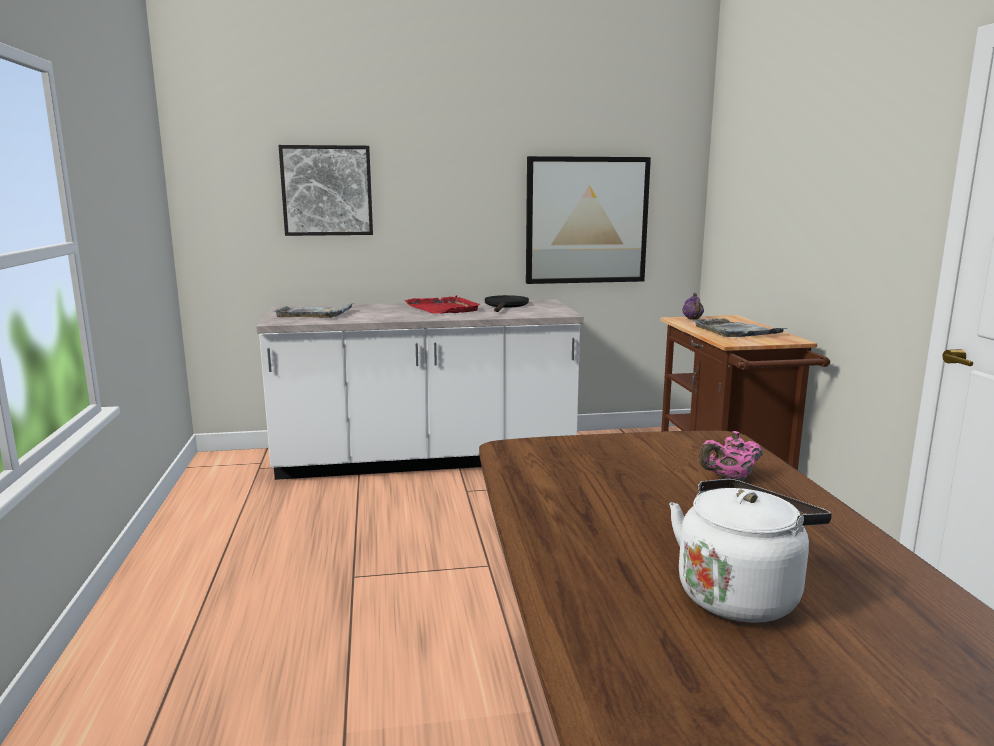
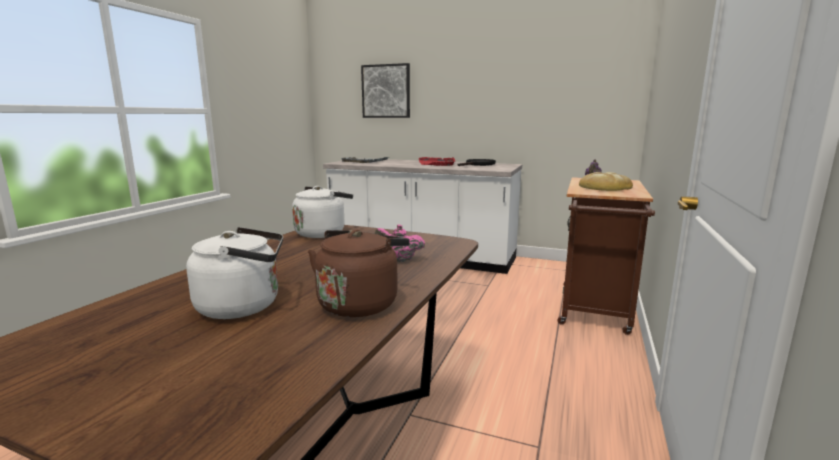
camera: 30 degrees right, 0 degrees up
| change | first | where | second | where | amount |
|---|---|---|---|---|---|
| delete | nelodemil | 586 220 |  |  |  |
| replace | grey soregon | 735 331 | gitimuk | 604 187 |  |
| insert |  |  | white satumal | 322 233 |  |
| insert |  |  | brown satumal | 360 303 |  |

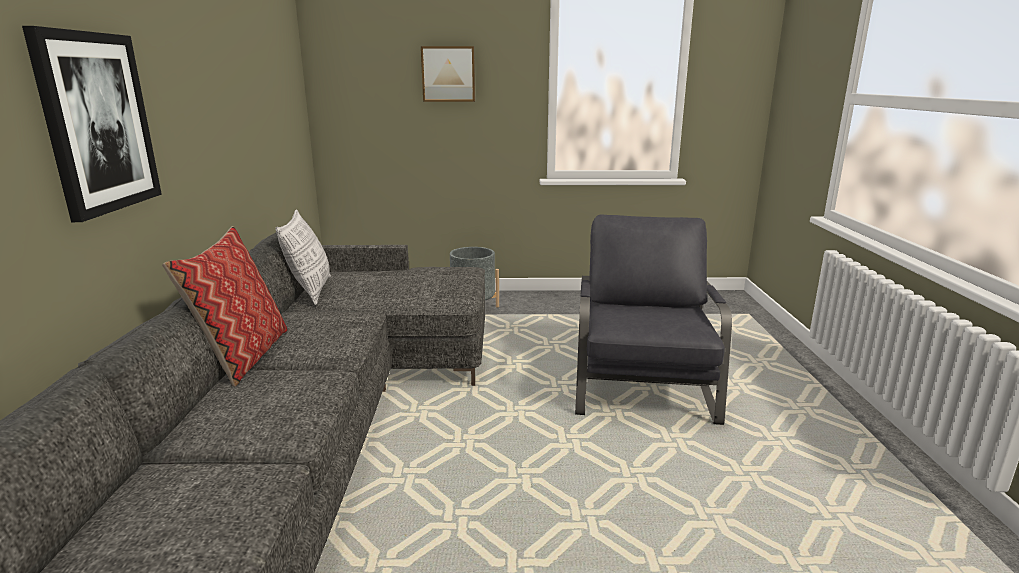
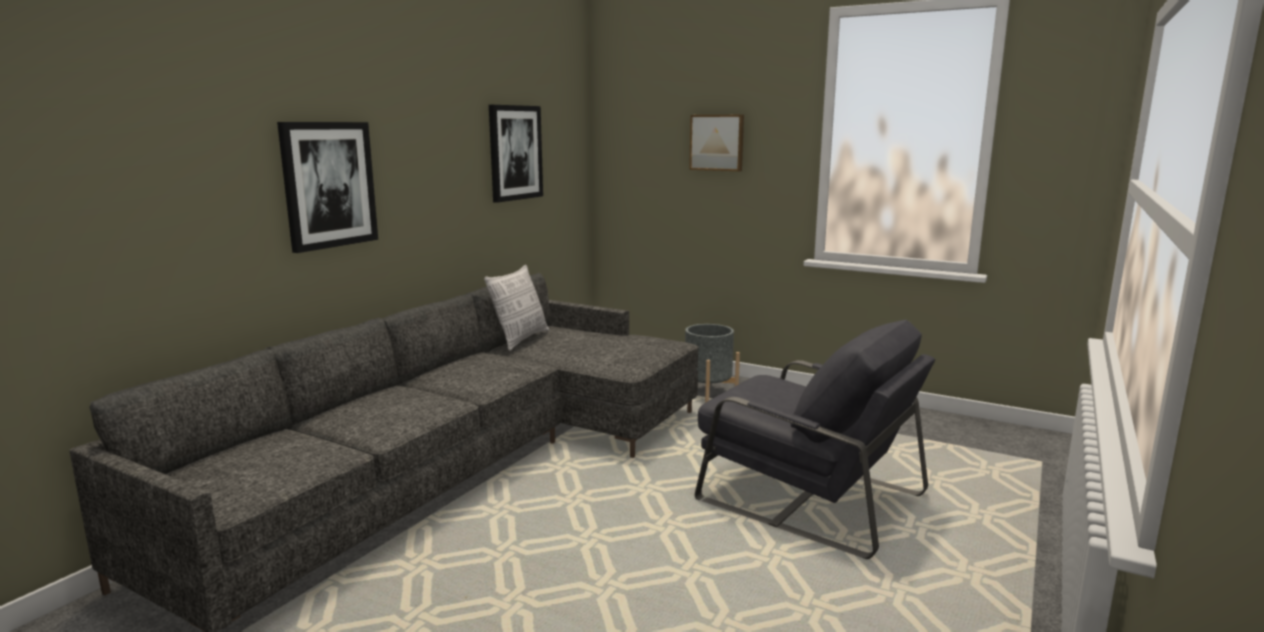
camera: 30 degrees right, 5 degrees down
| change | first | where | second | where | amount |
|---|---|---|---|---|---|
| rotate | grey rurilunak | 642 381 |  | 807 497 | 90 degrees clockwise |
| delete | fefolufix | 243 356 |  |  |  |
| insert |  |  | nelodemil | 515 153 |  |

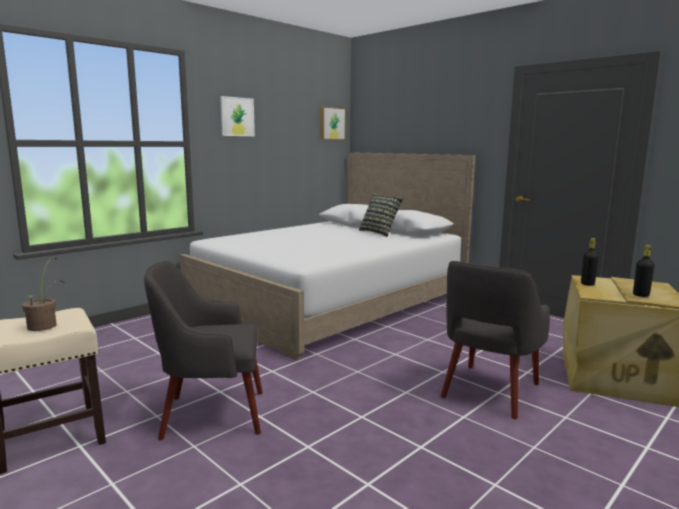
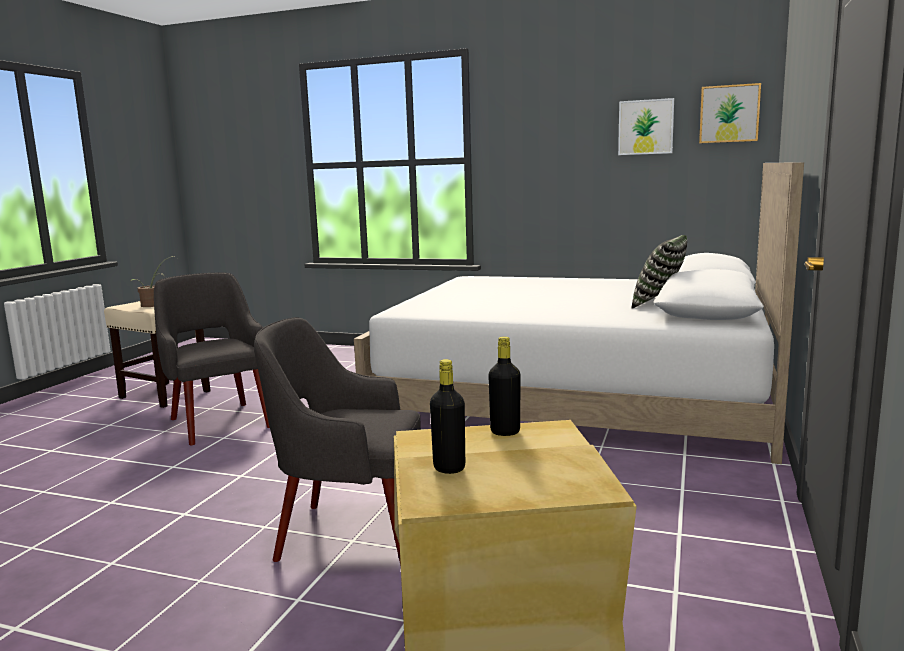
camera: 65 degrees right, 0 degrees up
| change | first | where | second | where | amount |
|---|---|---|---|---|---|
| move | nelodemil | 237 117 |  | 645 127 |  |

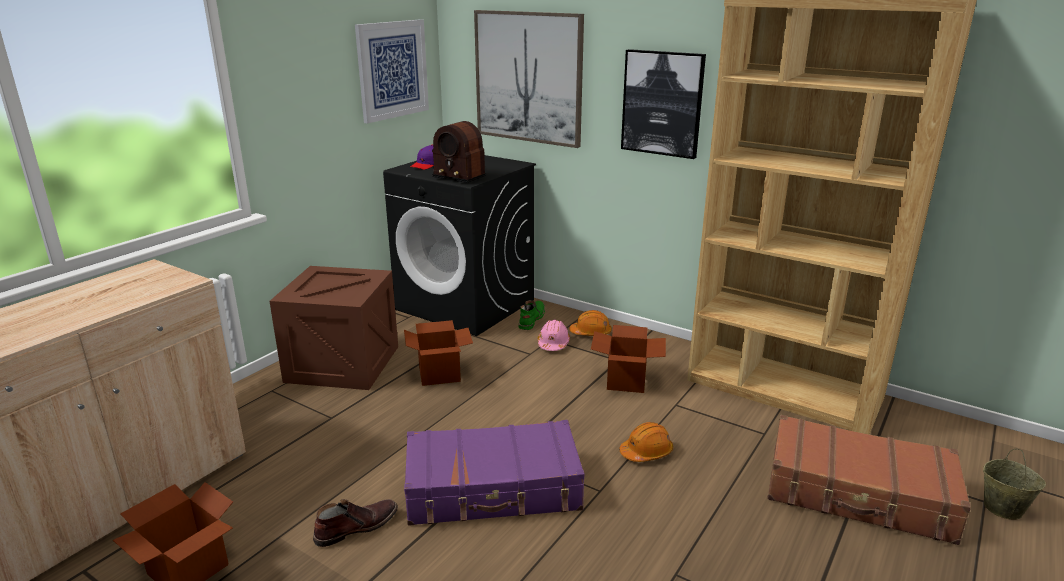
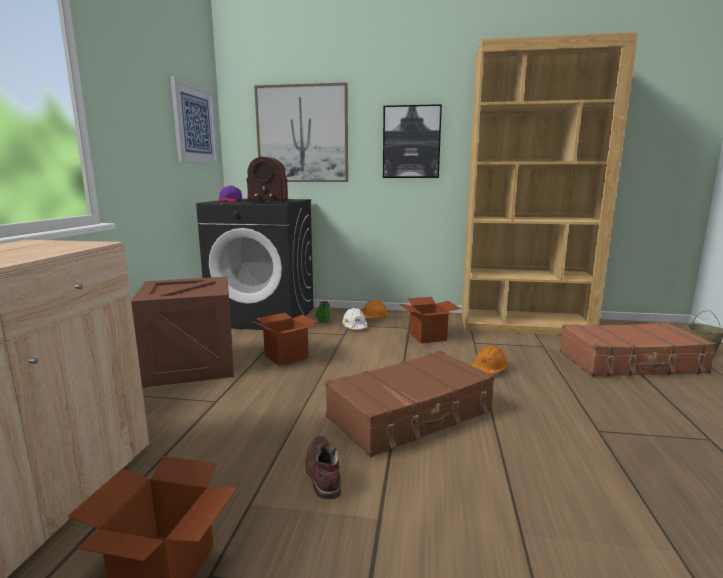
camera: 25 degrees left, 10 degrees down
| change | first | where | second | where | amount |
|---|---|---|---|---|---|
| recolor | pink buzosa | 553 344 | white buzosa | 354 327 |  |
| recolor | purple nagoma | 493 489 | brown nagoma | 411 415 |  |
| rotate | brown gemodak | 356 527 |  | 322 472 | 45 degrees counterclockwise |

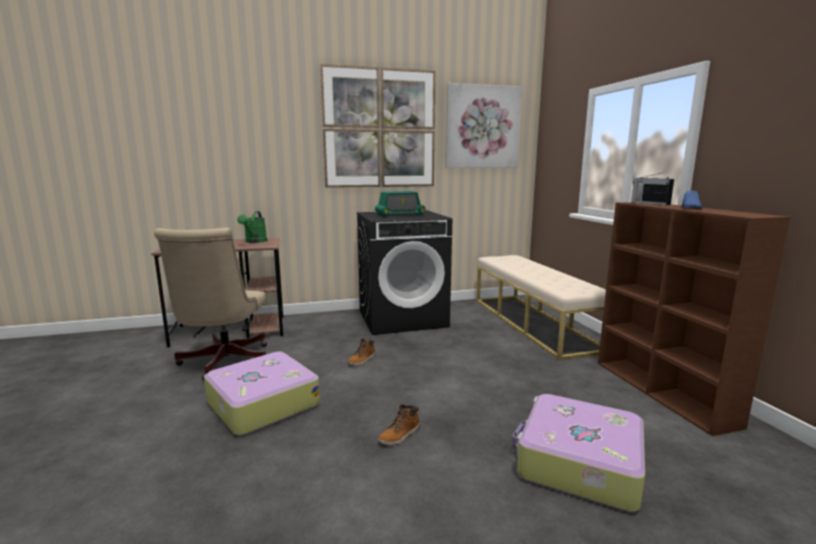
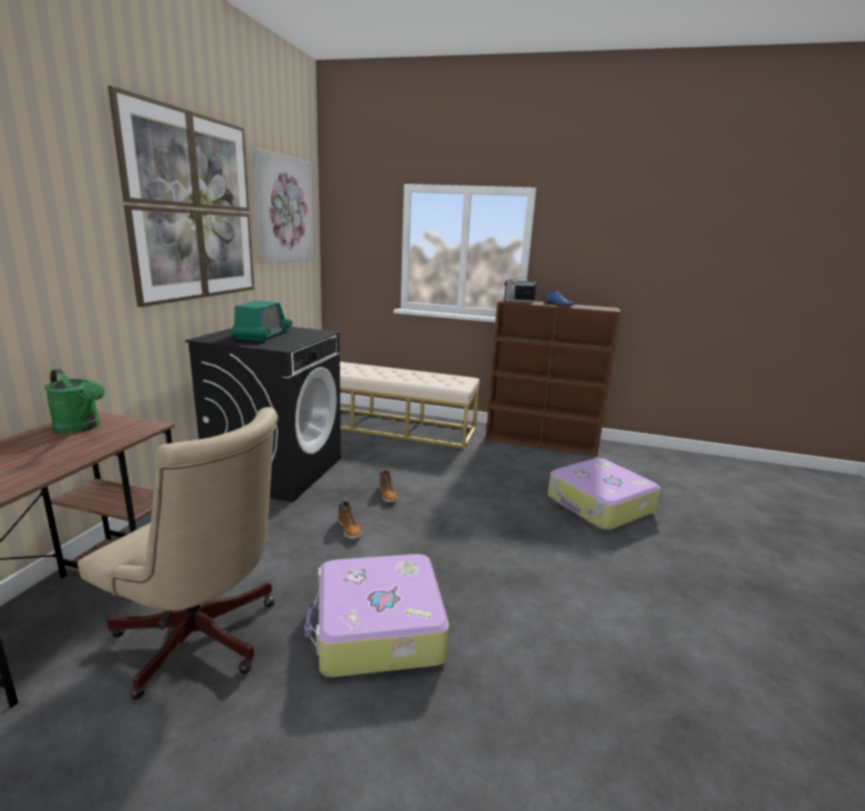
camera: 60 degrees left, 5 degrees up
| change | first | where | second | where | amount |
|---|---|---|---|---|---|
| move | gemodak | 400 435 |  | 388 495 |  |

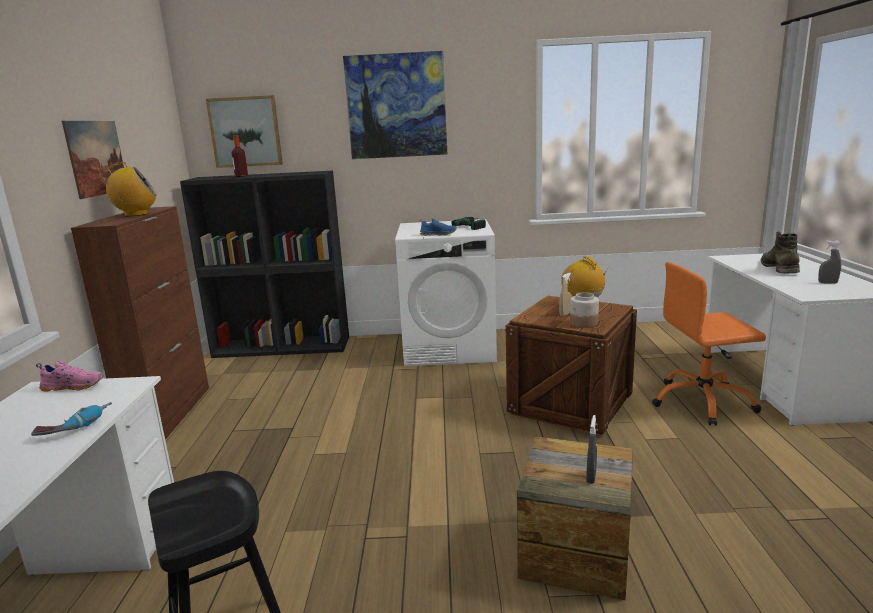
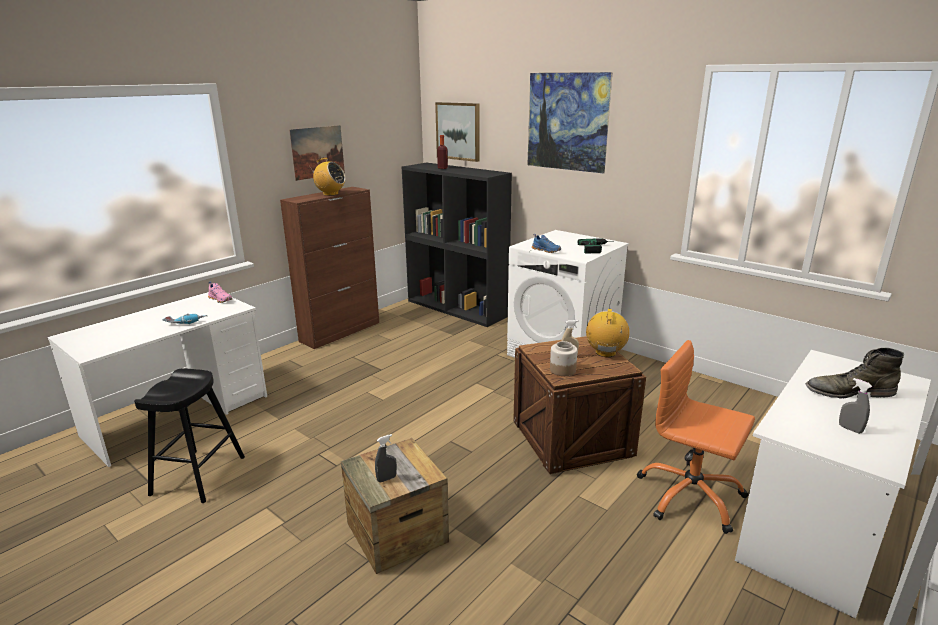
camera: 40 degrees right, 5 degrees up
| change | first | where | second | where | amount |
|---|---|---|---|---|---|
| rotate | green gemodak | 779 268 |  | 848 392 | 135 degrees counterclockwise |

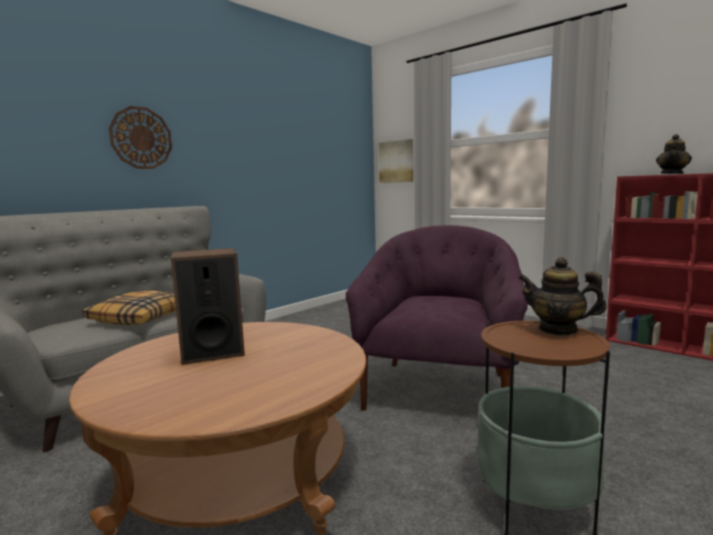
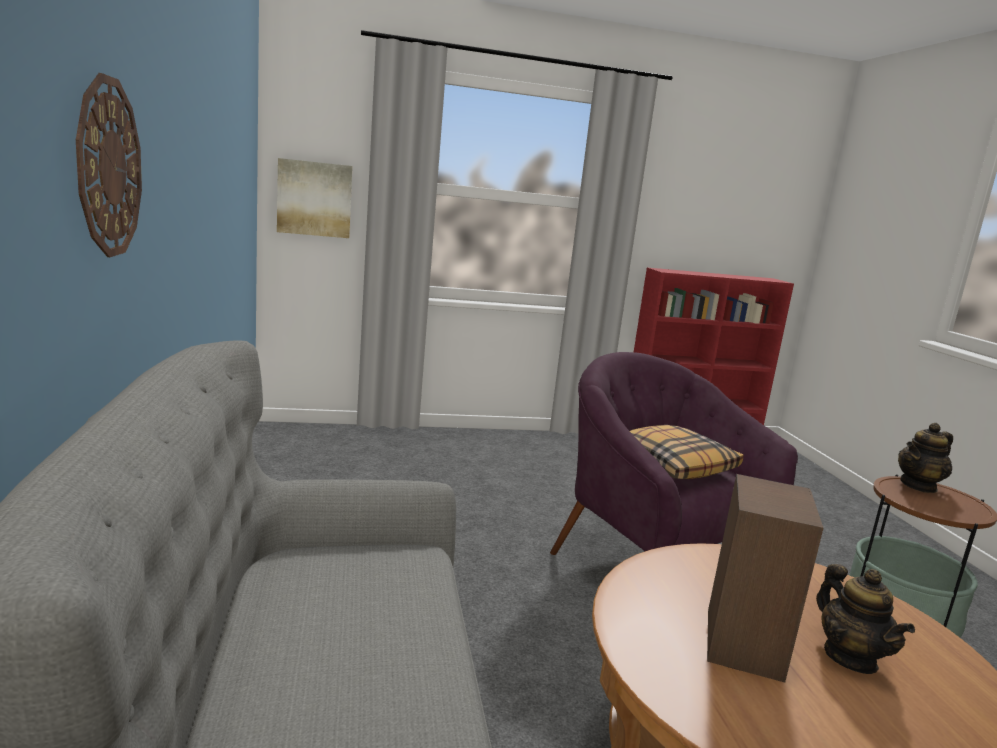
camera: 55 degrees left, 5 degrees up
| change | first | where | second | where | amount |
|---|---|---|---|---|---|
| move | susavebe | 672 174 |  | 850 657 |  |
| move | fefolufix | 140 318 |  | 673 464 |  |

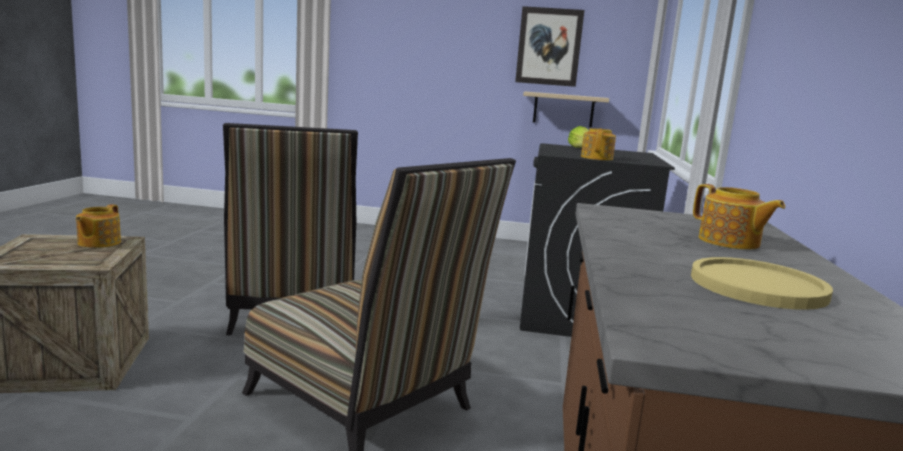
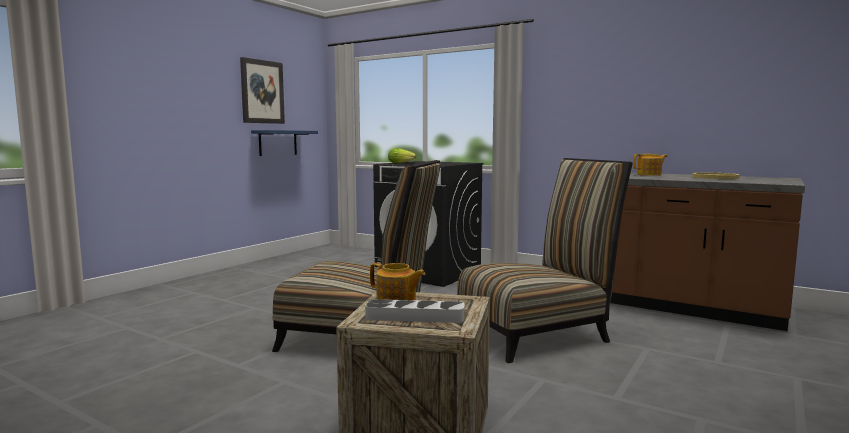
camera: 65 degrees left, 5 degrees down
| change | first | where | second | where | amount |
|---|---|---|---|---|---|
| recolor | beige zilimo | 563 109 | blue zilimo | 278 142 |  |
| delete | susavebe | 597 158 |  |  |  |
| insert |  |  | grey soregon | 415 317 |  |

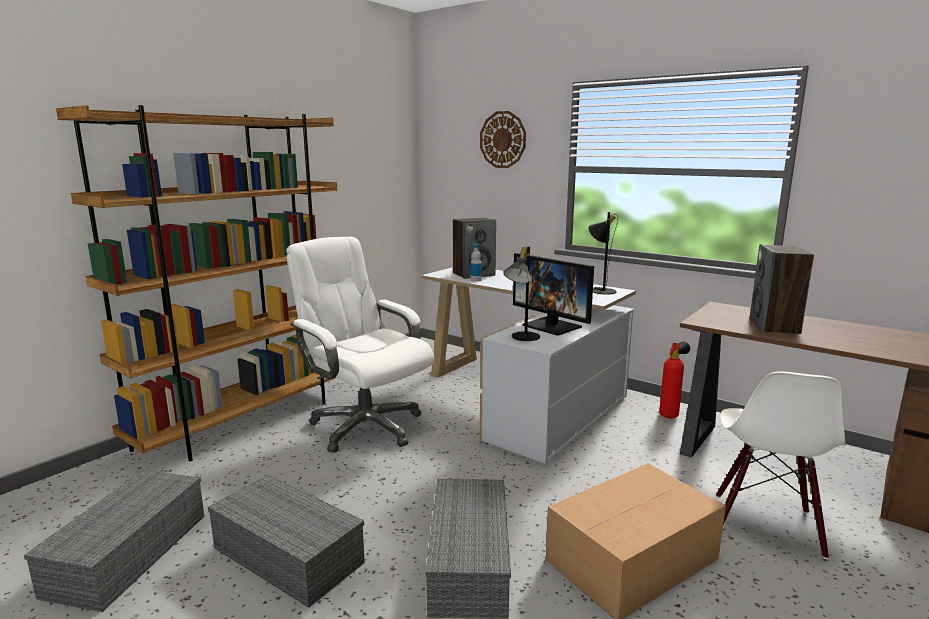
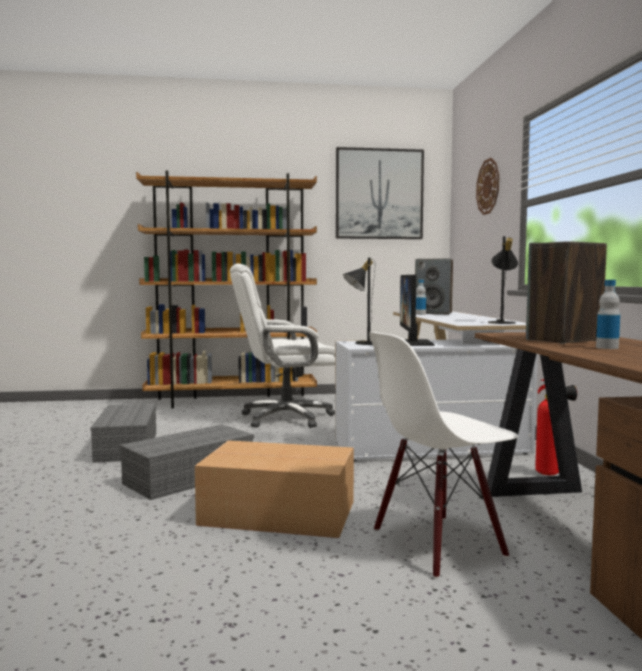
camera: 45 degrees right, 10 degrees down
| change | first | where | second | where | amount |
|---|---|---|---|---|---|
| rotate | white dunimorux | 365 426 |  | 285 418 | 105 degrees counterclockwise |
| delete | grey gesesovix | 129 552 |  |  |  |
| insert |  |  | nelodemil | 379 194 |  |
| insert |  |  | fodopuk | 607 347 |  |

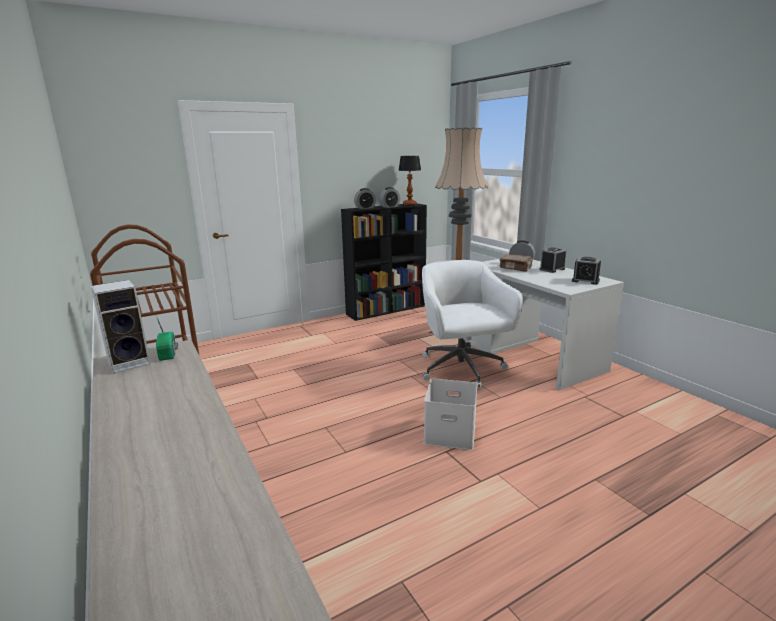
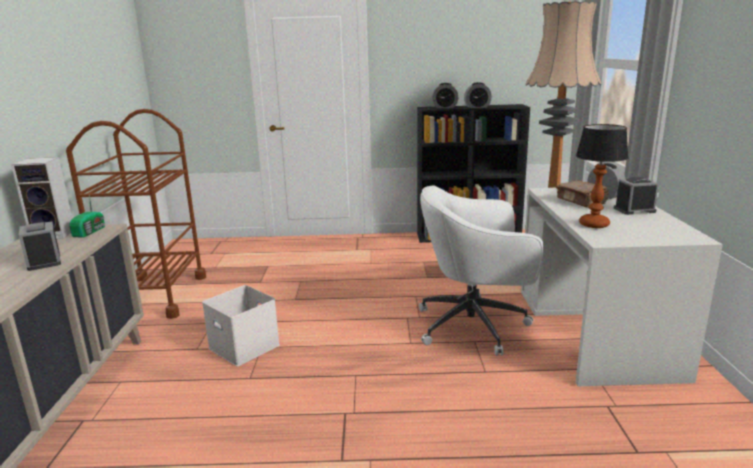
camera: 30 degrees right, 0 degrees up
| change | first | where | second | where | amount |
|---|---|---|---|---|---|
| move | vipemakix | 409 204 |  | 593 224 |  |
| move | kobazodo | 585 281 |  | 44 261 |  |
| rotate | white dunimorux | 461 370 |  | 475 325 | 105 degrees counterclockwise |
| move | white gesesovix | 451 433 |  | 245 346 |  |

